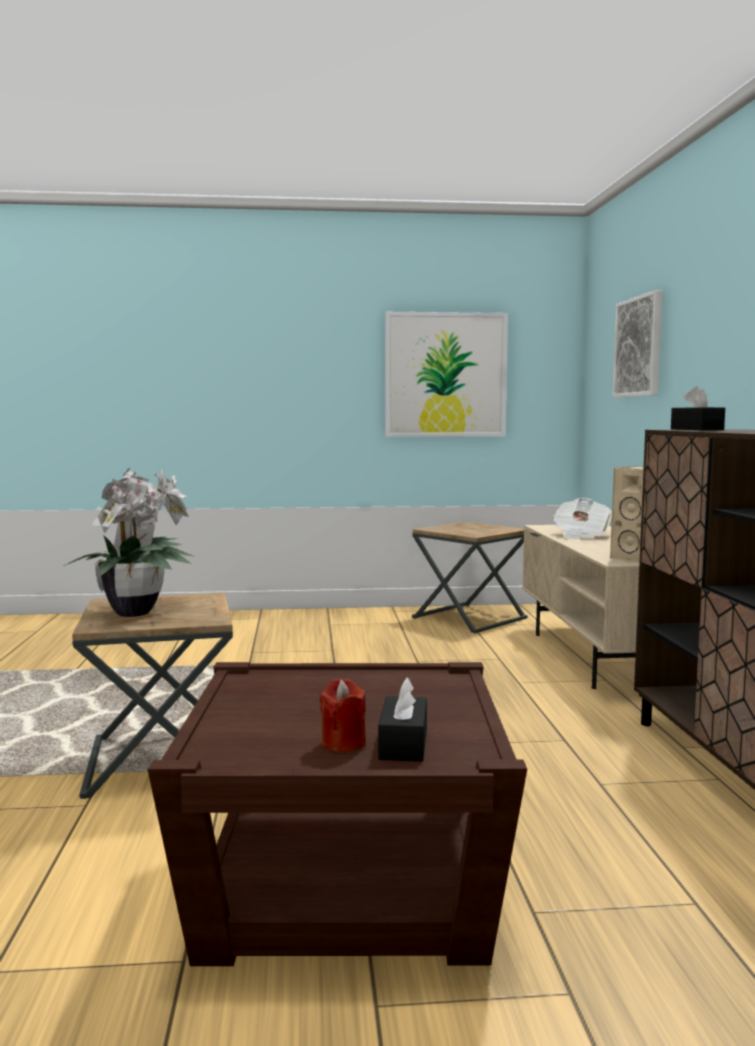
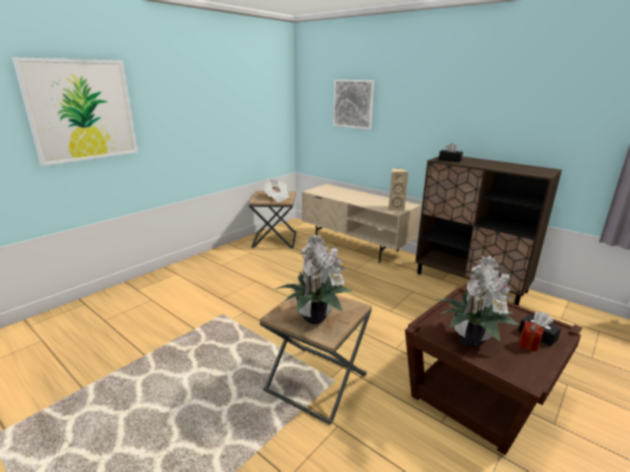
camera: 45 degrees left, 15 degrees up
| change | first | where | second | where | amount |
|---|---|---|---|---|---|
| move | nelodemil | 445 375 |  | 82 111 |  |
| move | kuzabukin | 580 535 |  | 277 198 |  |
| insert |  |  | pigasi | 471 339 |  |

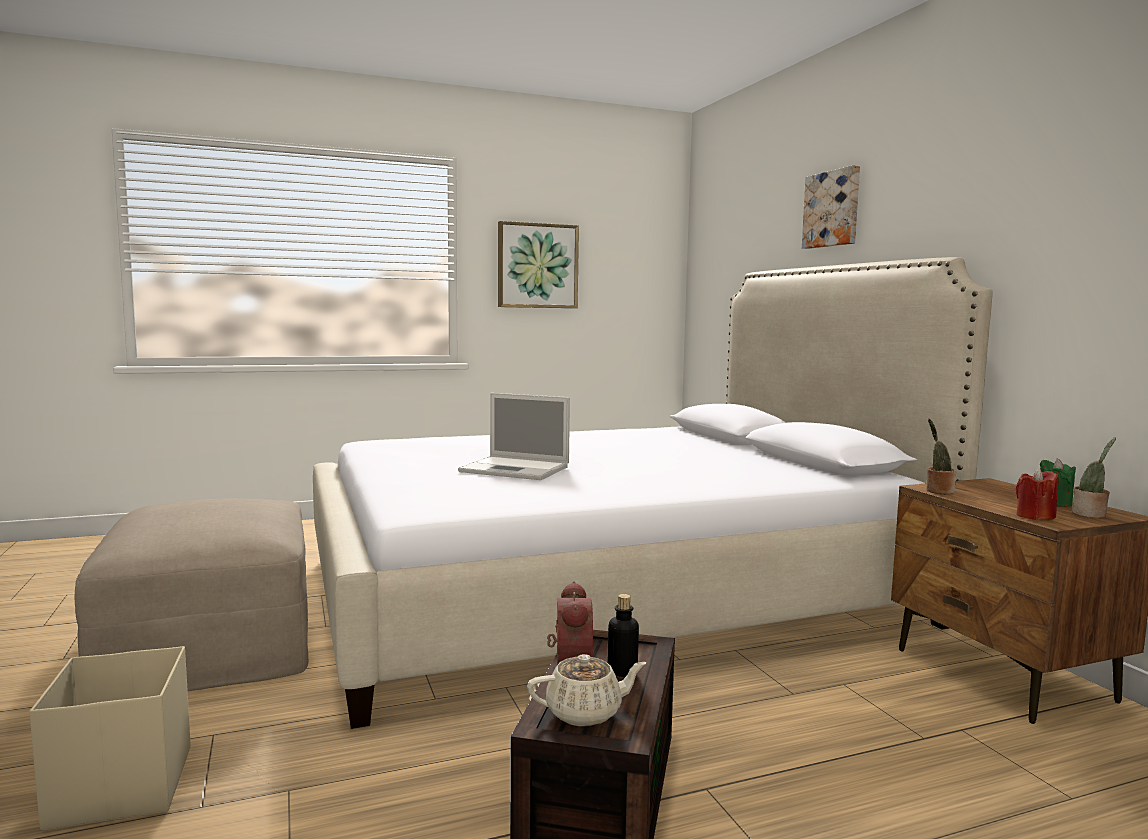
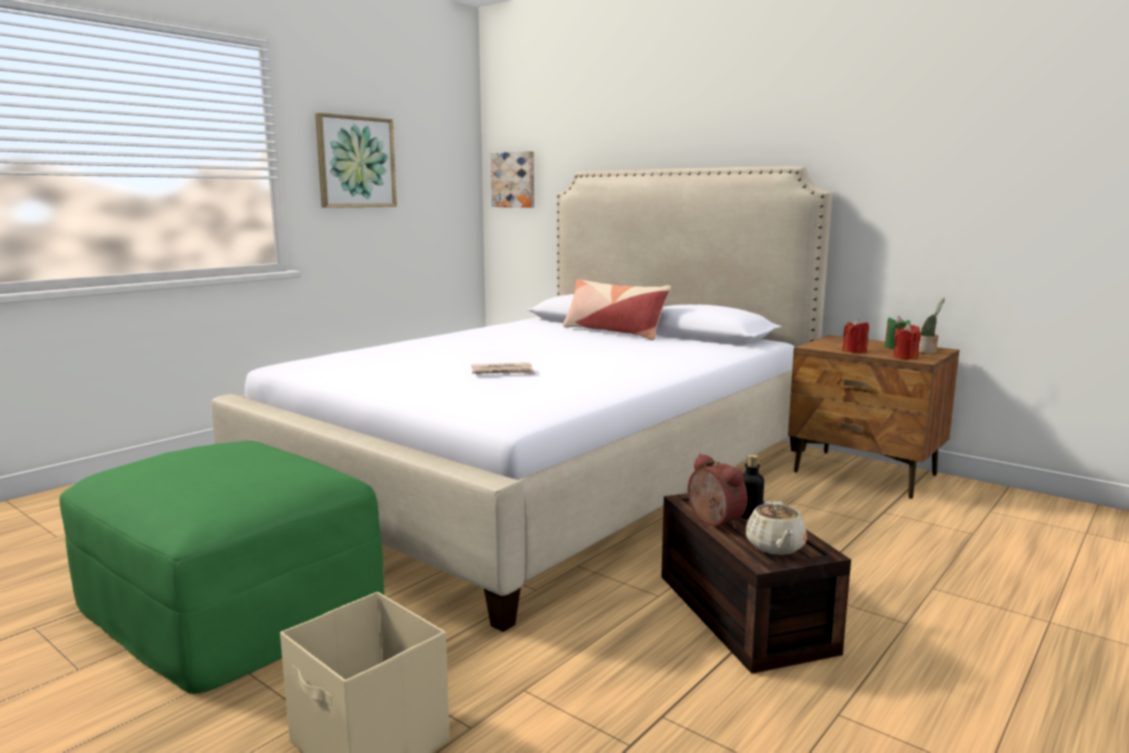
camera: 30 degrees left, 5 degrees up
| change | first | where | second | where | amount |
|---|---|---|---|---|---|
| move | nelodemil | 833 209 |  | 514 179 |  |
| replace | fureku | 517 469 | kuzabukin | 503 372 |  |
| delete | pigasi | 938 491 |  |  |  |
| recolor | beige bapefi | 210 638 | green bapefi | 231 603 |  |
| rotate | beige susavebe | 585 713 |  | 775 547 | 135 degrees clockwise |
| insert |  |  | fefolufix | 613 332 |  |
| insert |  |  | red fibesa | 855 351 |  |

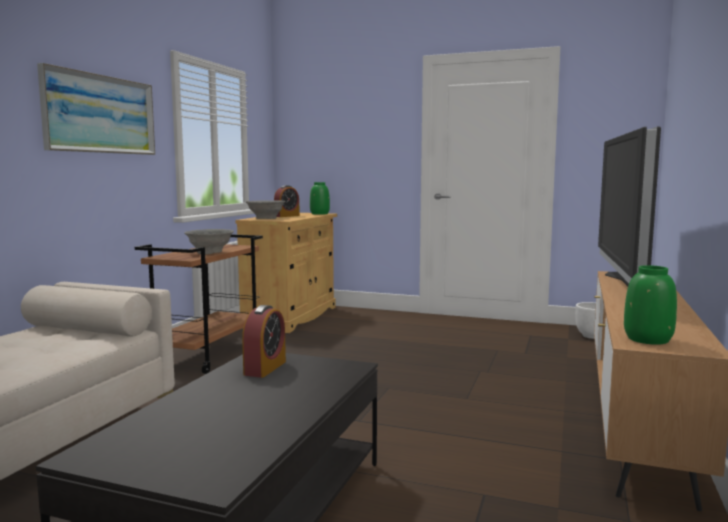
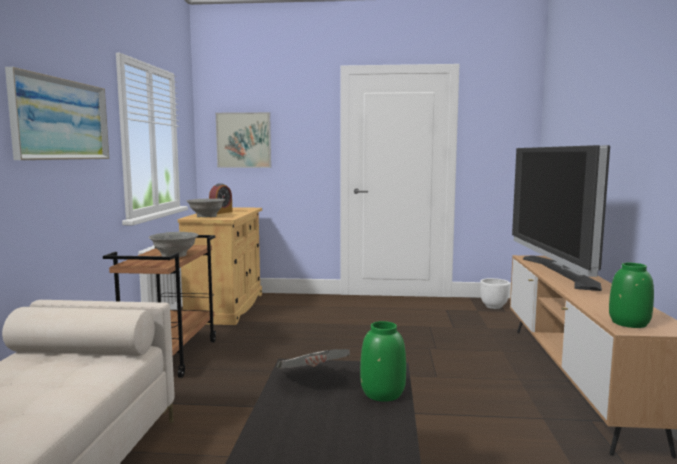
camera: 15 degrees left, 0 degrees up
| change | first | where | second | where | amount |
|---|---|---|---|---|---|
| move | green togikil | 320 214 |  | 383 393 |  |
| replace | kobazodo | 265 368 | kuzabukin | 312 379 |  |
| insert |  |  | nelodemil | 243 140 |  |

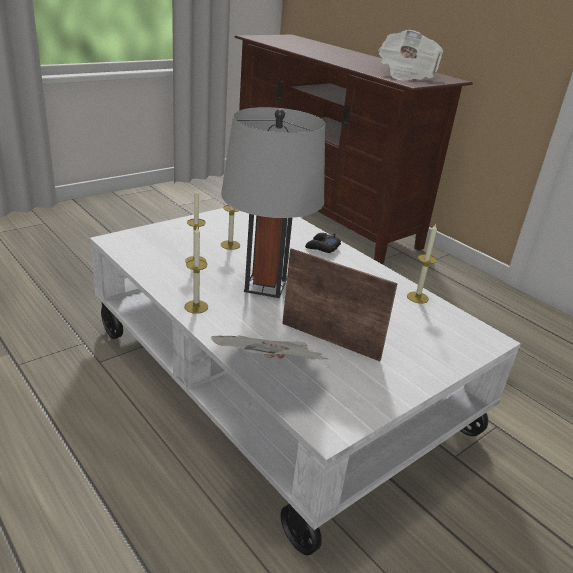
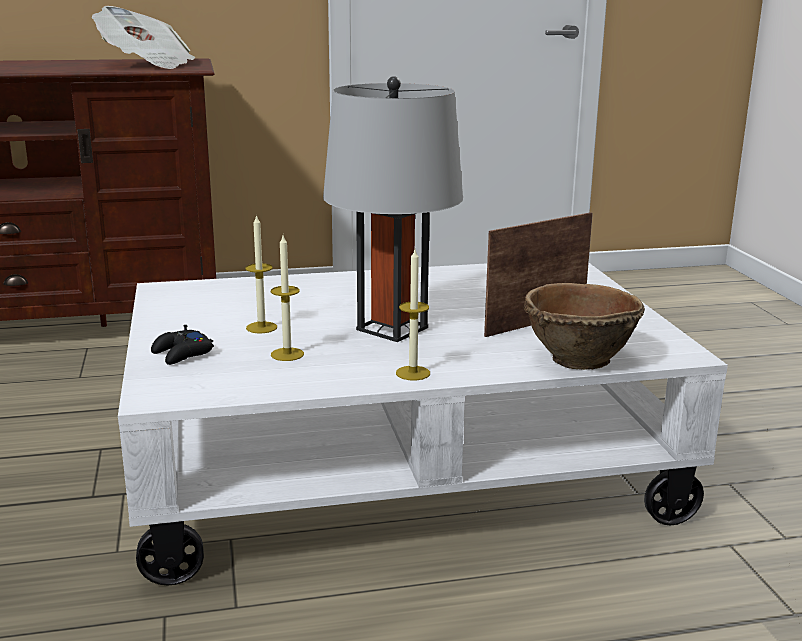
camera: 60 degrees left, 10 degrees down
| change | first | where | second | where | amount |
|---|---|---|---|---|---|
| delete | fibesa | 417 297 |  |  |  |
| move | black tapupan | 322 247 |  | 182 354 |  |
| replace | kuzabukin | 270 371 | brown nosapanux | 578 359 |  |

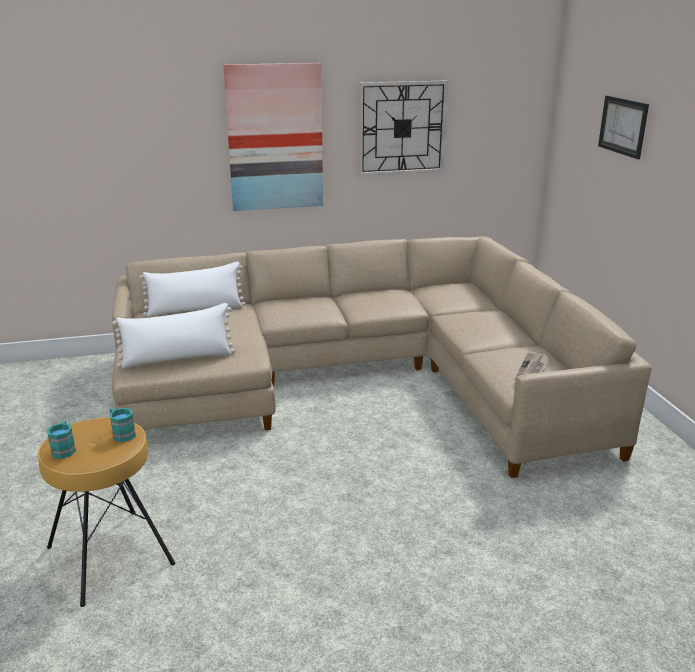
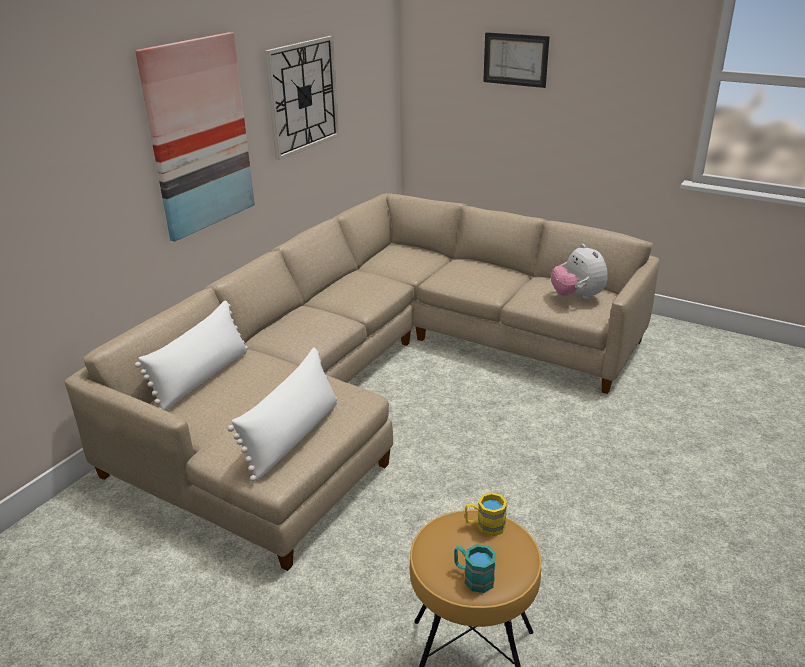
camera: 45 degrees left, 5 degrees up
| change | first | where | second | where | amount |
|---|---|---|---|---|---|
| replace | kuzabukin | 532 370 | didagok | 577 297 |  |
| recolor | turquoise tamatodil | 121 433 | yellow tamatodil | 484 526 |  |

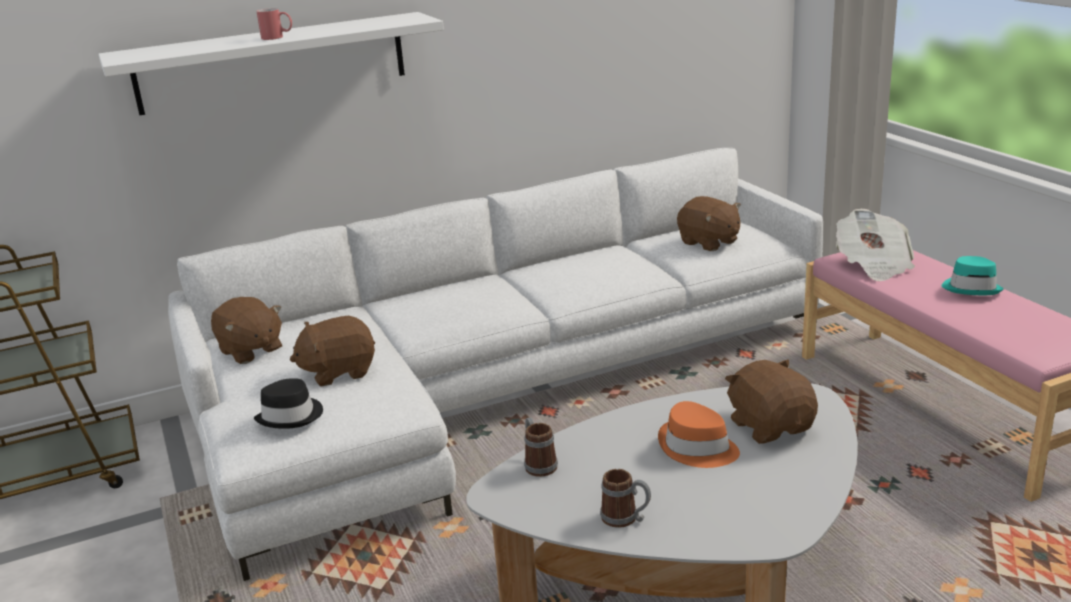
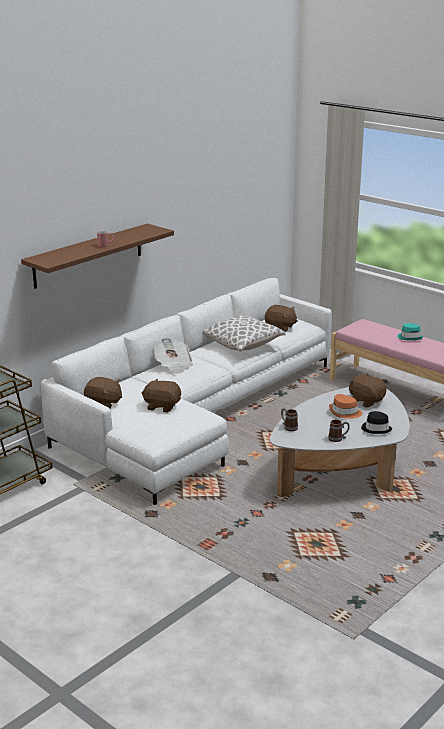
camera: 25 degrees left, 0 degrees up
| change | first | where | second | where | amount |
|---|---|---|---|---|---|
| recolor | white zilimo | 272 63 | brown zilimo | 88 255 |  |
| move | kuzabukin | 873 265 |  | 173 365 |  |
| rotate | brown didagok | 338 372 |  | 162 406 | 60 degrees clockwise |
| move | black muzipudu | 291 416 |  | 376 429 |  |
| insert |  |  | fefolufix | 243 345 |  |

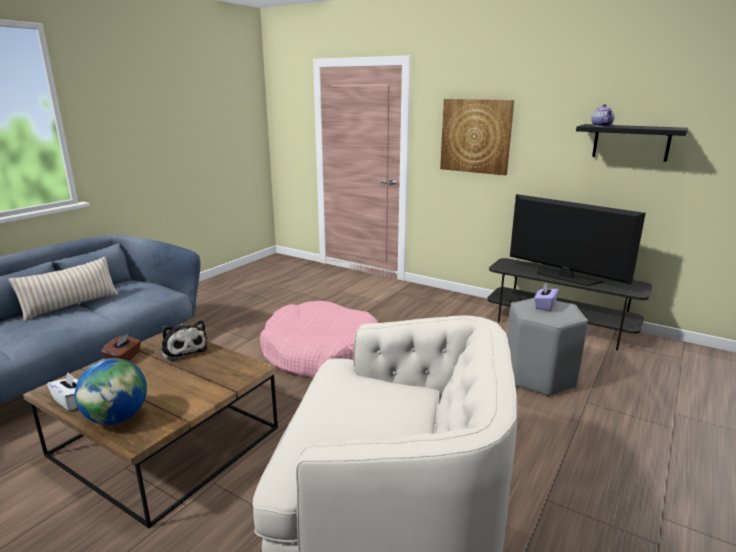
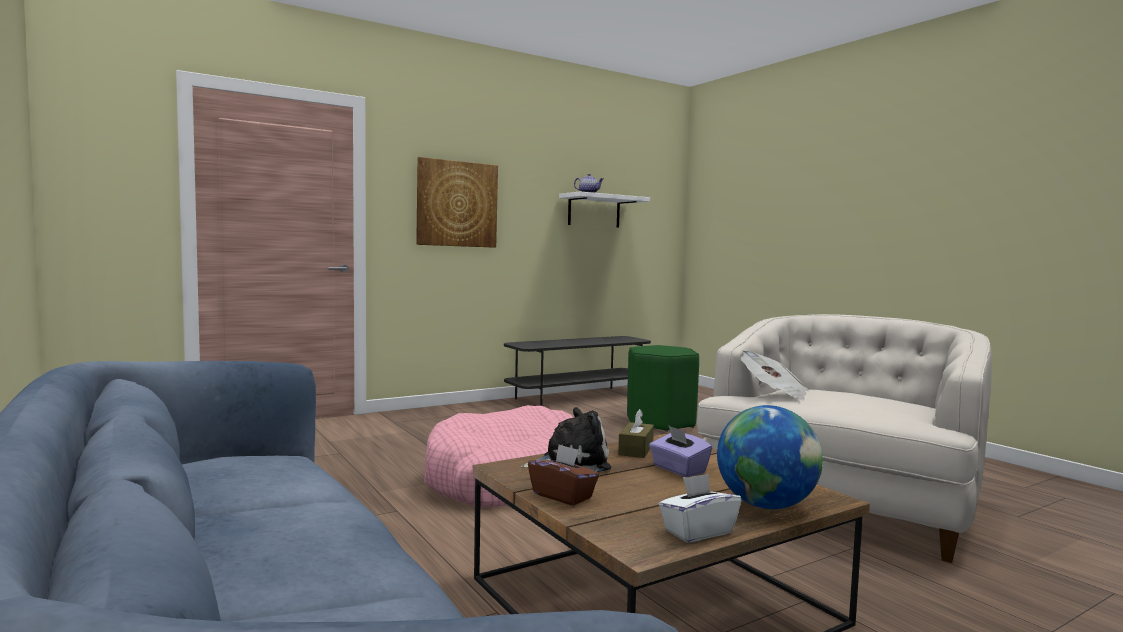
camera: 65 degrees left, 15 degrees down
| change | first | where | second | where | amount |
|---|---|---|---|---|---|
| recolor | black zilimo | 631 142 | white zilimo | 594 211 |  |
| delete | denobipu | 565 277 |  |  |  |
| delete | beige fefolufix | 71 305 |  |  |  |
| move | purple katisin | 544 306 |  | 678 470 |  |
| recolor | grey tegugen | 539 377 | green tegugen | 661 422 |  |
| insert |  |  | kuzabukin | 774 393 |  |
| insert |  |  | brown katisin | 636 449 |  |

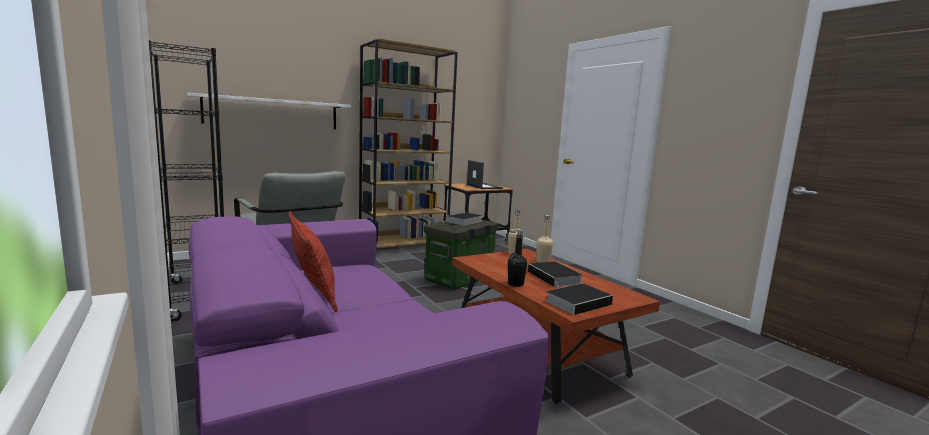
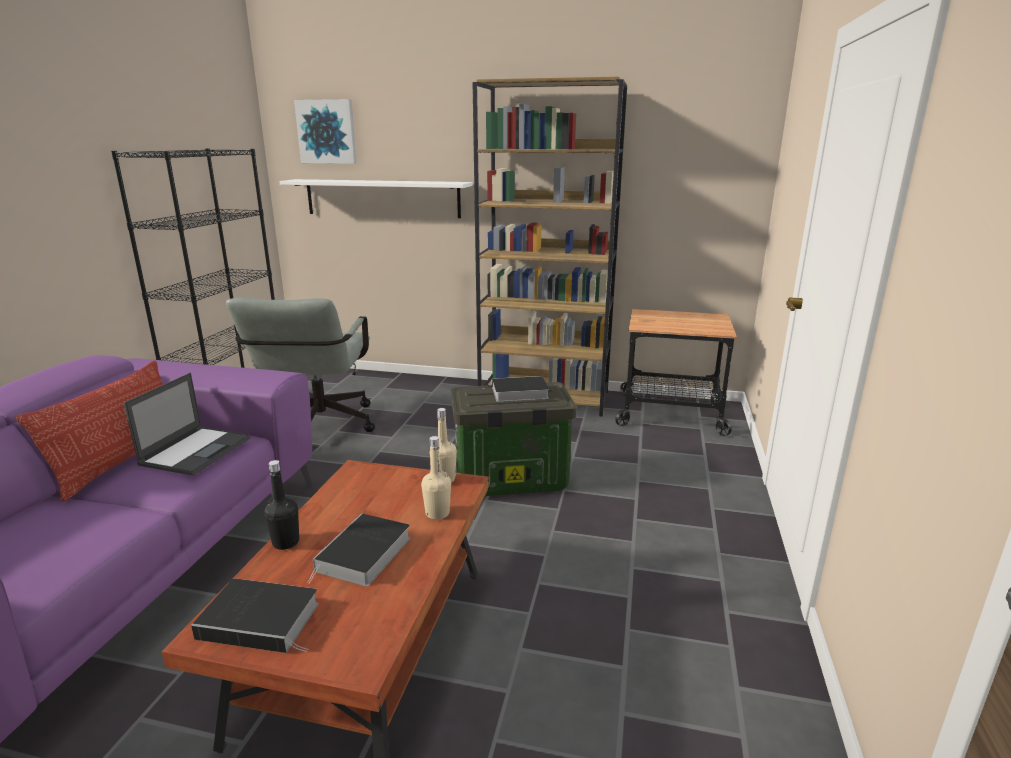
camera: 45 degrees right, 10 degrees up
| change | first | where | second | where | amount |
|---|---|---|---|---|---|
| move | fureku | 483 186 |  | 197 450 |  |
| insert |  |  | nelodemil | 327 132 |  |

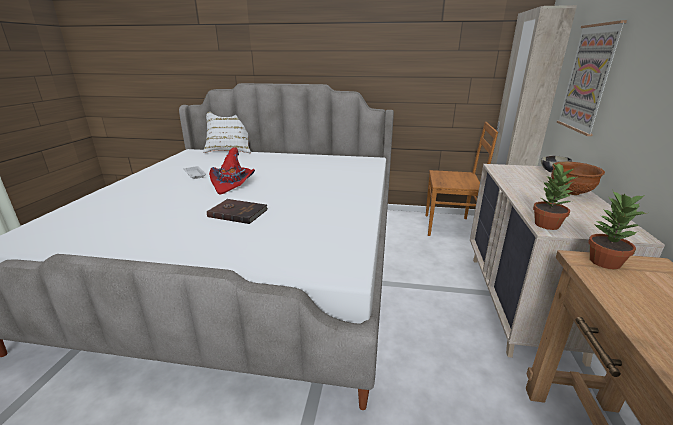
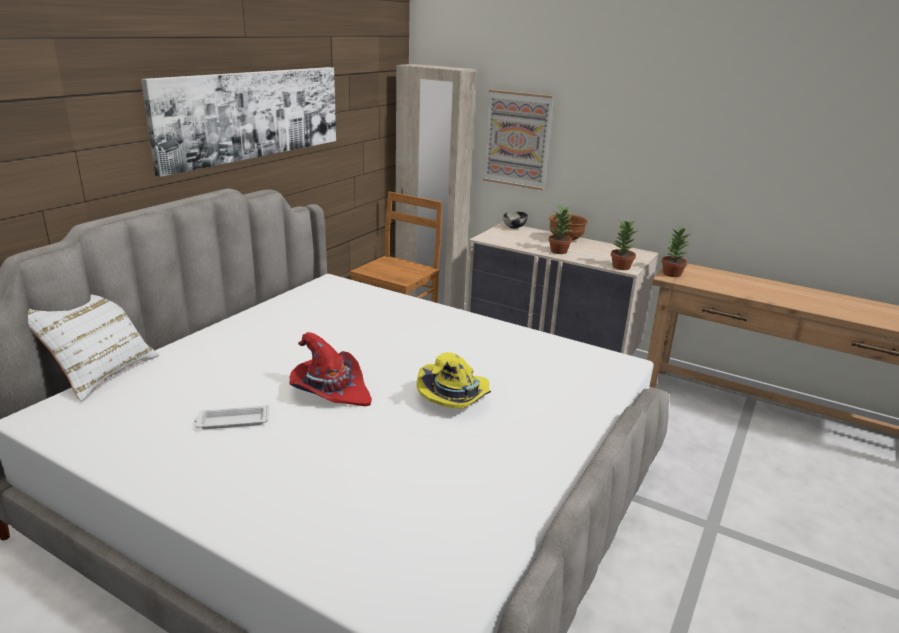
camera: 70 degrees left, 0 degrees up
| change | first | where | second | where | amount |
|---|---|---|---|---|---|
| replace | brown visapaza | 238 213 | yellow muzipudu | 455 398 |  |
| insert |  |  | nelodemil | 252 114 |  |
| insert |  |  | pigasi | 558 251 |  |

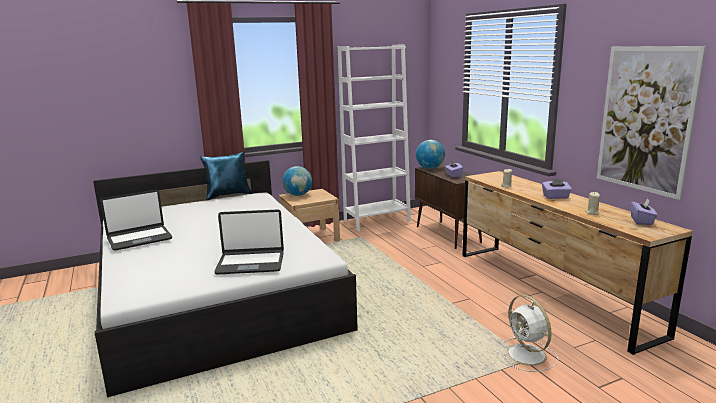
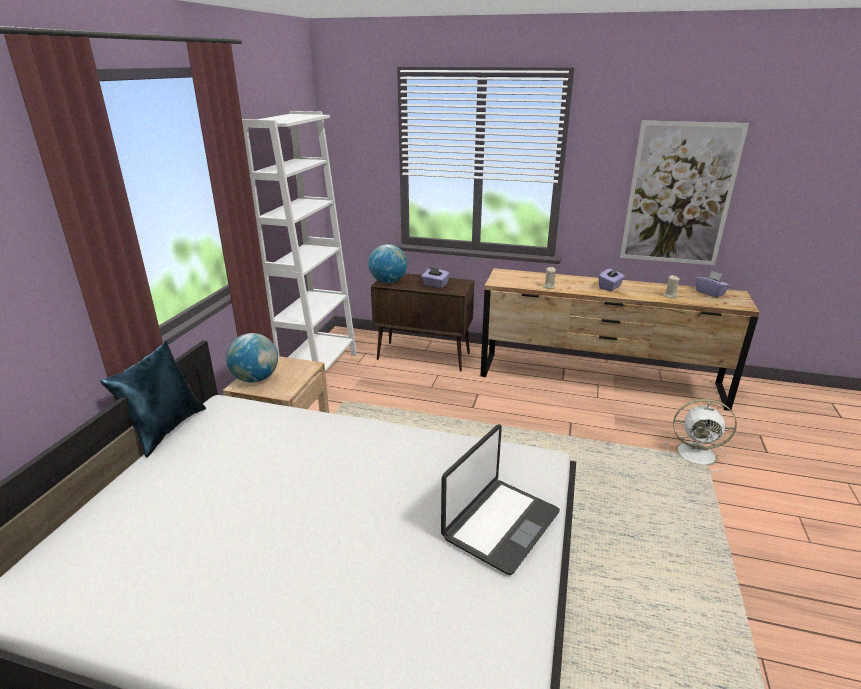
camera: 50 degrees left, 10 degrees up
| change | first | where | second | where | amount |
|---|---|---|---|---|---|
| delete | fureku | 139 238 |  |  |  |

